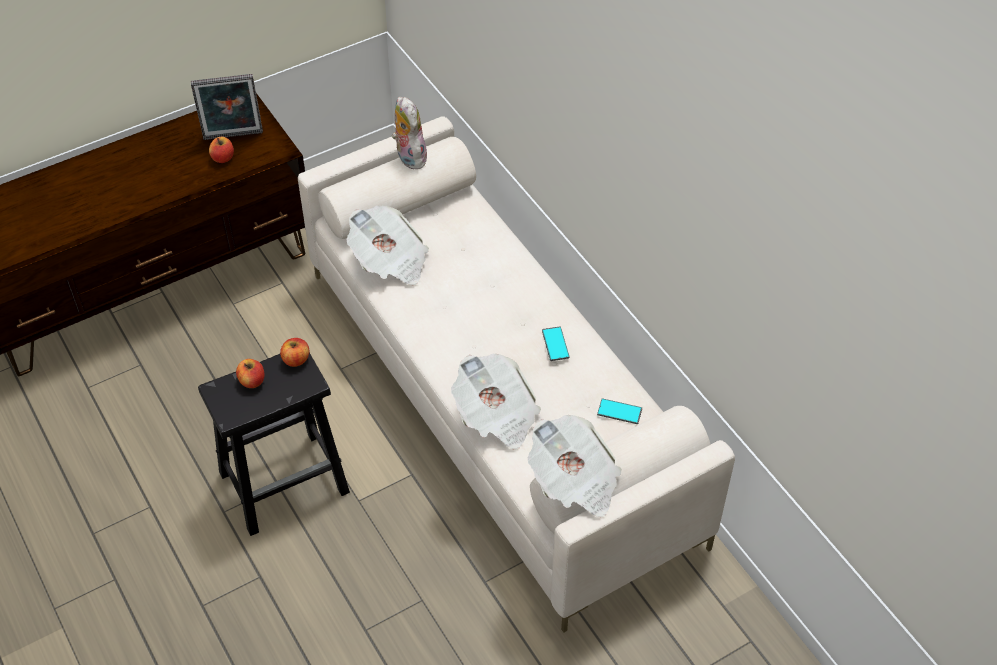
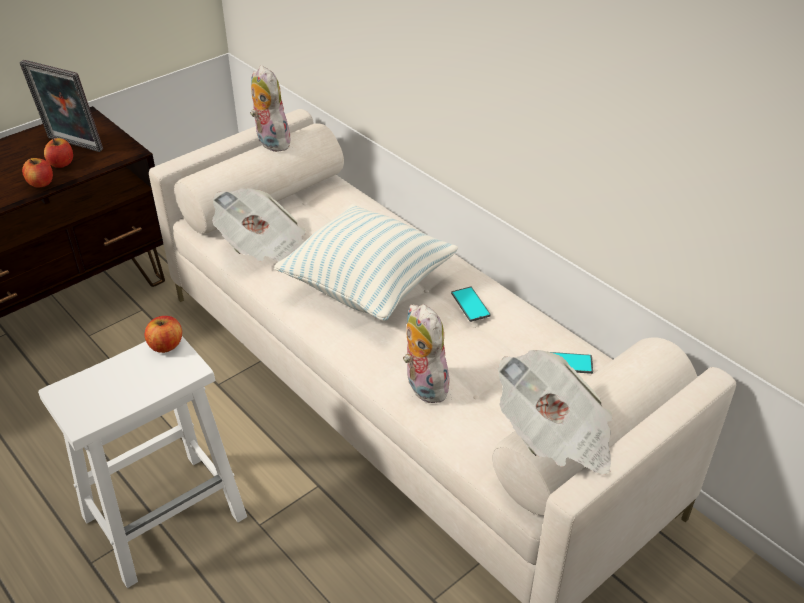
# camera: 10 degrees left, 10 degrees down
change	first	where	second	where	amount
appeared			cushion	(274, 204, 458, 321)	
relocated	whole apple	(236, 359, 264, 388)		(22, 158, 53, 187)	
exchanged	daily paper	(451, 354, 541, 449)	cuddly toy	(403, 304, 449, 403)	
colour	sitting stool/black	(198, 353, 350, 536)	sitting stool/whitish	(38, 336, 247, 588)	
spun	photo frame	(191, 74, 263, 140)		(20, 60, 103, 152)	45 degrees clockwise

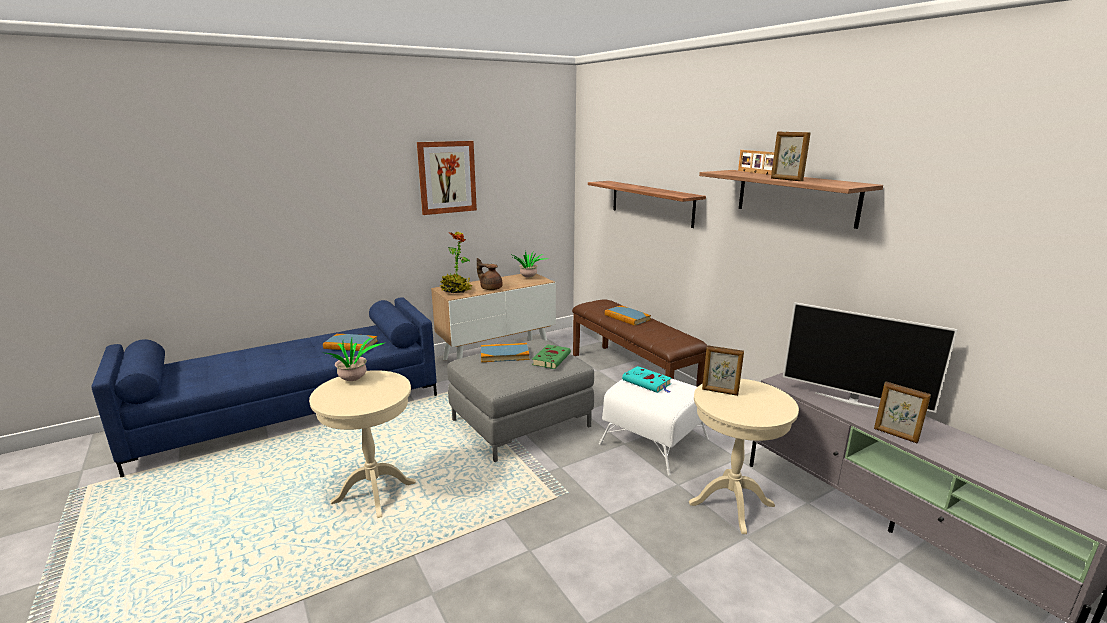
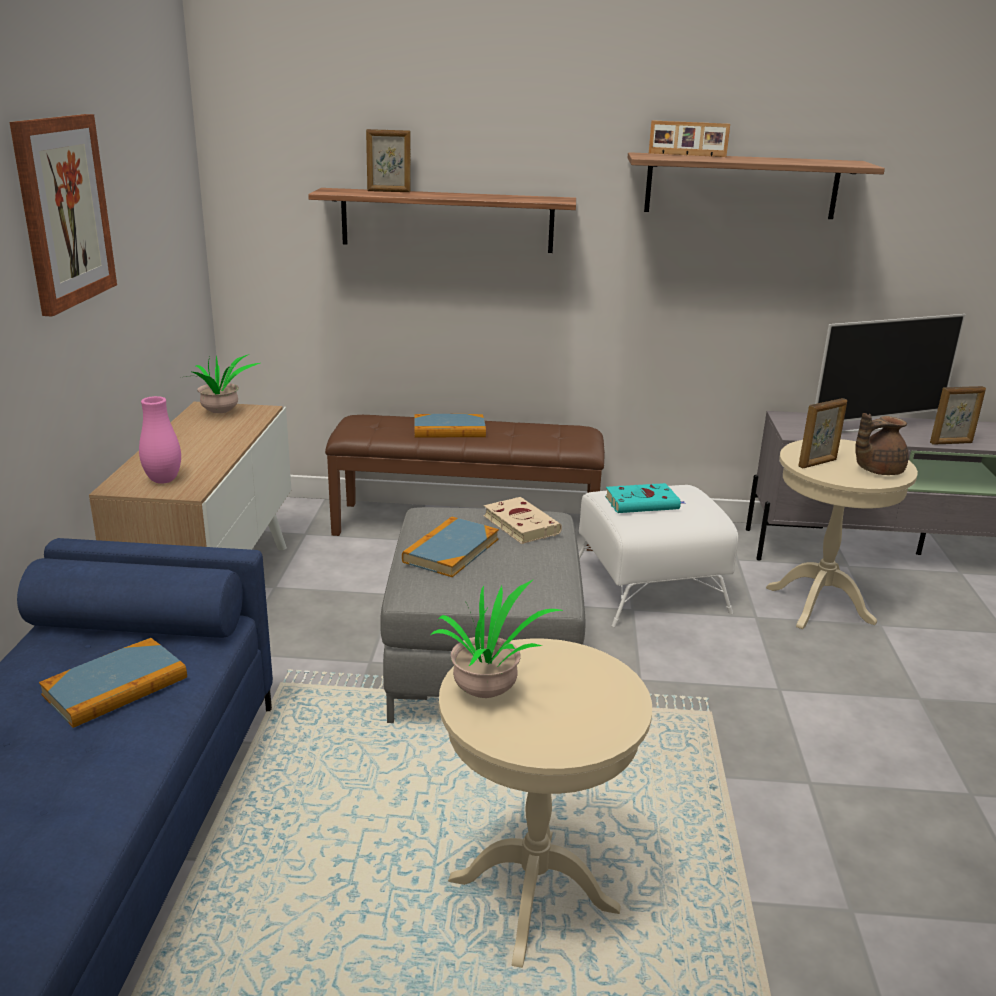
# camera: 55 degrees left, 5 degrees up
change	first	where	second	where	amount
relocated	tea pot/brown-coloured	(477, 258, 503, 290)		(855, 413, 909, 475)	
relocated	photo frame	(771, 132, 811, 181)		(366, 129, 411, 192)	
exchanged	houseplant	(440, 232, 473, 293)	vase/pink-coloured	(139, 396, 181, 484)	
colour	bound book/greenish	(532, 345, 571, 369)	bound book/beige	(483, 497, 562, 544)	

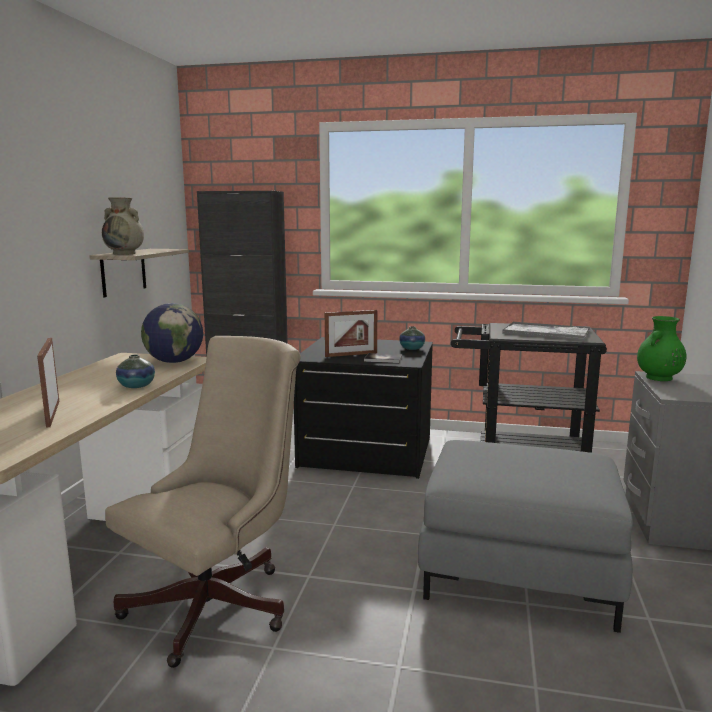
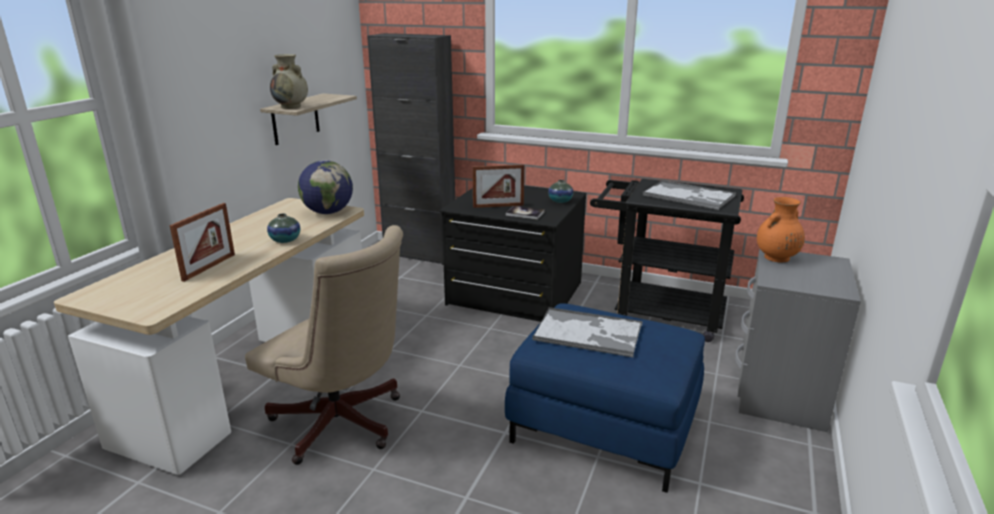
# camera: 10 degrees right, 10 degrees up
change	first	where	second	where	amount
appeared			serving tray	(532, 307, 643, 357)	
colour	ottoman/greyish	(418, 440, 633, 633)	ottoman/bluish	(505, 303, 705, 493)	
colour	vase/greenish	(637, 316, 687, 381)	vase/orange	(757, 197, 805, 263)	
spun	photo frame	(37, 338, 59, 428)		(170, 203, 235, 282)	150 degrees counterclockwise
spun	office chair/beige	(105, 336, 301, 668)		(245, 225, 403, 465)	75 degrees clockwise

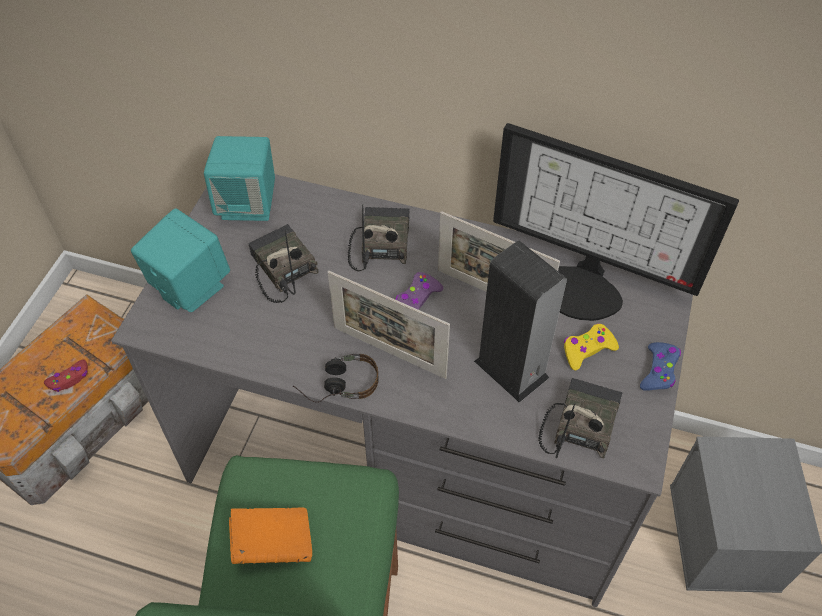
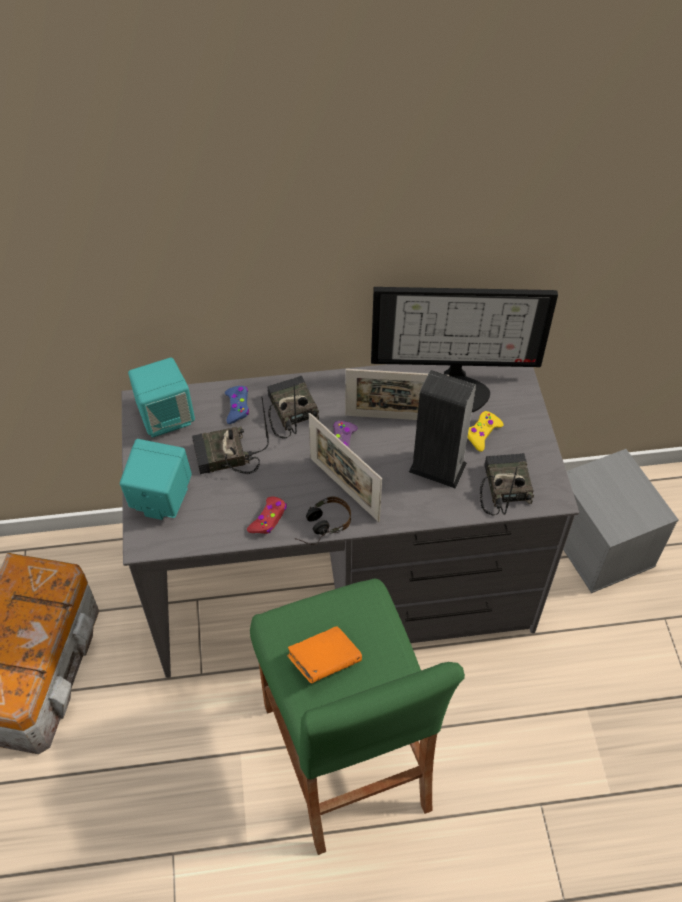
# camera: 25 degrees left, 0 degrees up
change	first	where	second	where	amount
relocated	joypad/red	(44, 360, 88, 392)		(247, 496, 287, 534)	
relocated	joypad/bluish	(640, 342, 681, 391)		(225, 386, 249, 424)	
spun	radio set	(248, 224, 319, 303)		(192, 396, 269, 474)	45 degrees counterclockwise
spun	photo frame	(328, 271, 450, 379)		(309, 413, 382, 522)	45 degrees clockwise

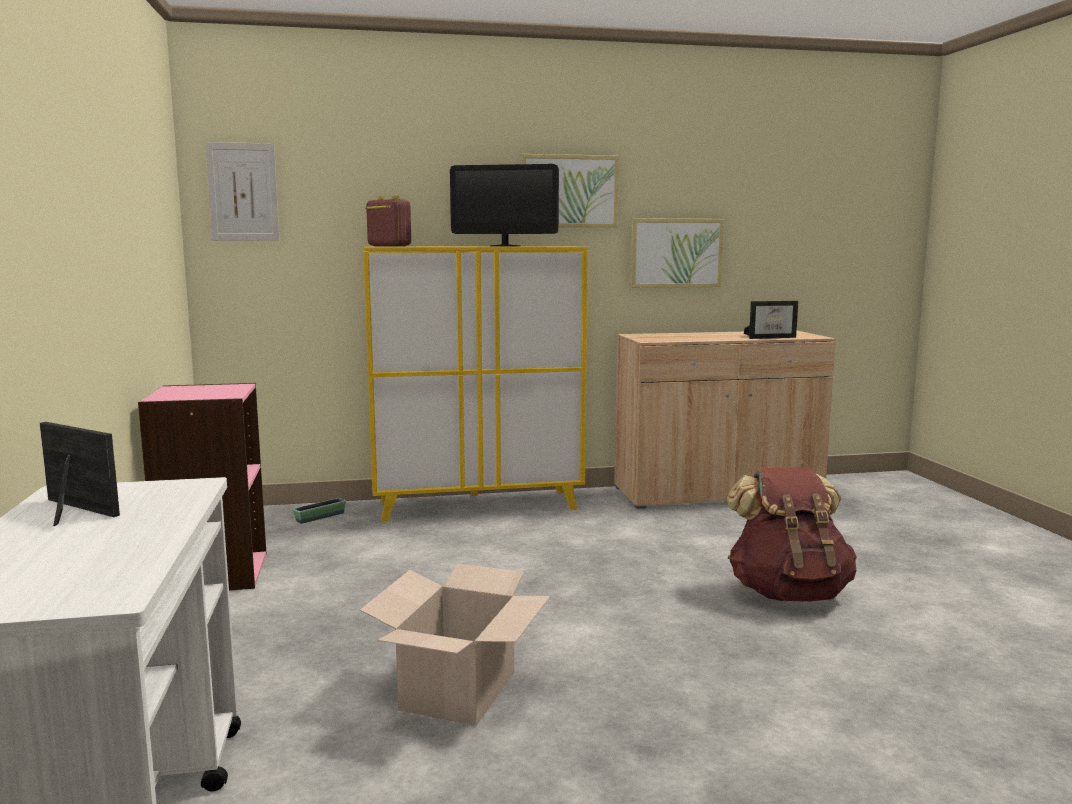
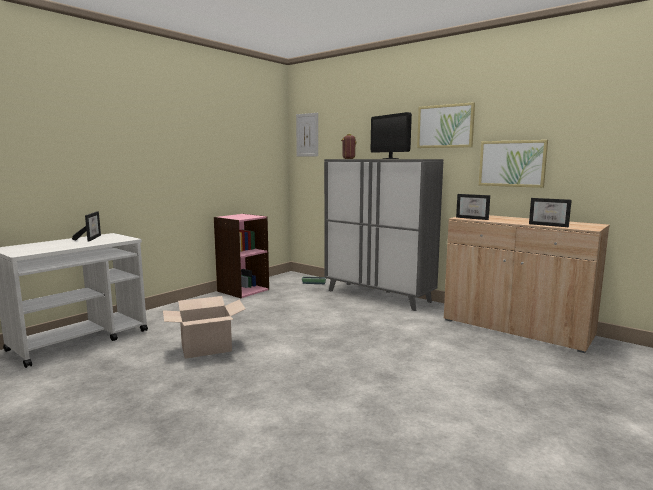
# camera: 50 degrees right, 0 degrees up
change	first	where	second	where	amount
missing	backpack/brown-coloured	(727, 467, 857, 602)			
appeared			photo frame	(456, 194, 490, 220)	
colour	cabinet/yellow	(363, 246, 588, 521)	cabinet/greyish	(324, 159, 443, 311)	

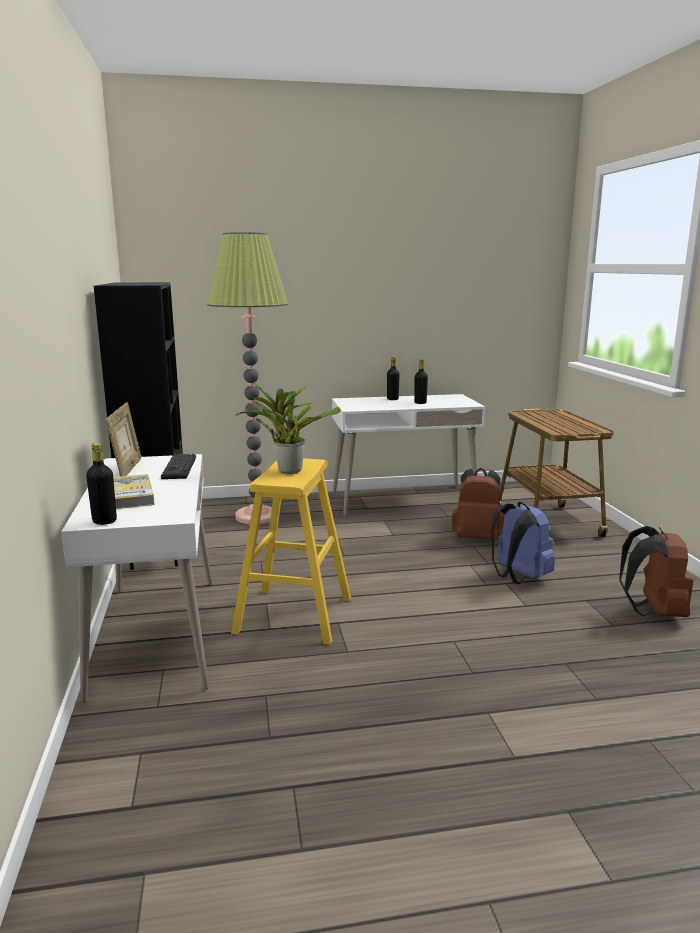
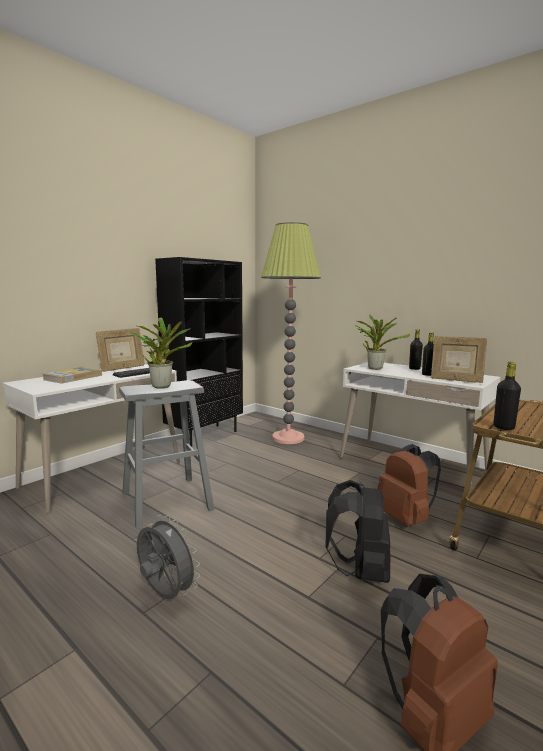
# camera: 50 degrees right, 5 degrees down
change	first	where	second	where	amount
appeared			electric fan/greyish	(137, 515, 200, 599)	
appeared			houseplant	(355, 315, 410, 370)	
appeared			photo frame	(431, 336, 487, 383)	
relocated	beverage bottle/black	(86, 443, 117, 525)		(493, 362, 521, 430)	
colour	sitting stool/yellow	(231, 458, 351, 645)	sitting stool/greyish	(119, 380, 214, 529)	
colour	backpack/bluish	(491, 502, 555, 584)	backpack/black	(325, 480, 391, 583)	

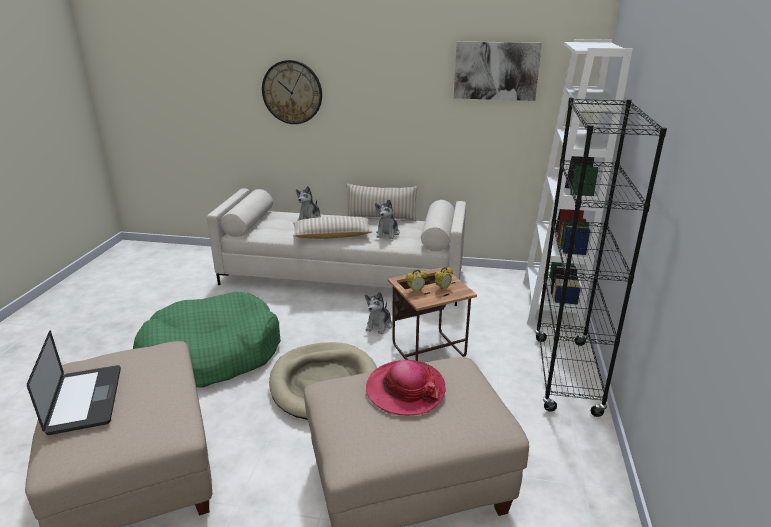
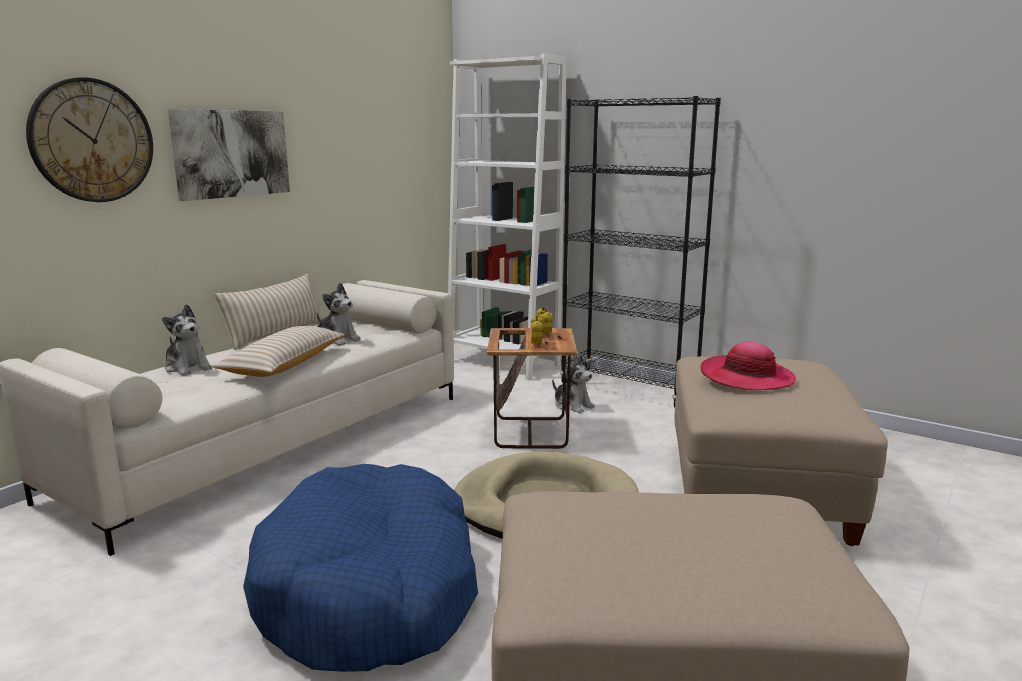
# camera: 65 degrees left, 10 degrees down
change	first	where	second	where	amount
missing	laptop	(27, 331, 121, 435)			
relocated	cuddly toy	(365, 292, 392, 334)		(552, 355, 595, 413)	
relocated	wall picture	(454, 41, 542, 101)		(168, 109, 290, 201)	
colour	dog bed/greenish	(133, 292, 281, 388)	dog bed/bluish	(243, 464, 478, 672)	

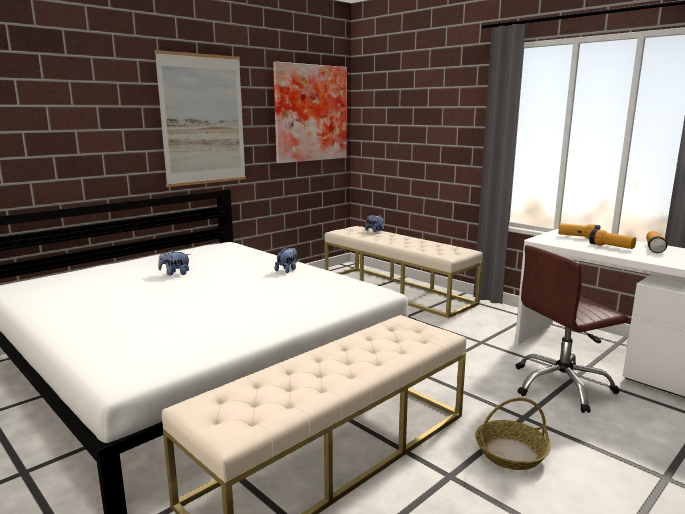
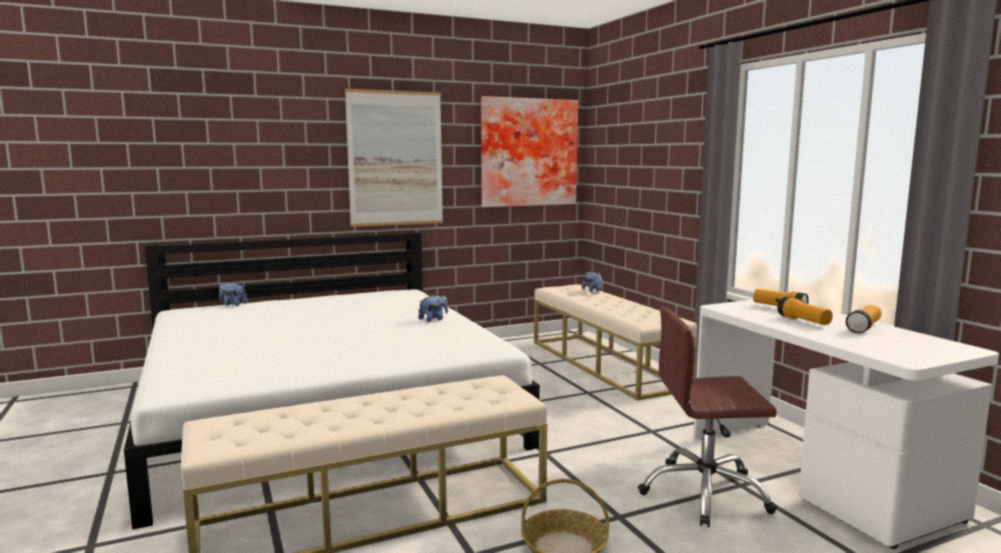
# camera: 20 degrees right, 5 degrees down
change	first	where	second	where	amount
relocated	cuddly toy	(158, 250, 190, 275)		(219, 281, 248, 306)	

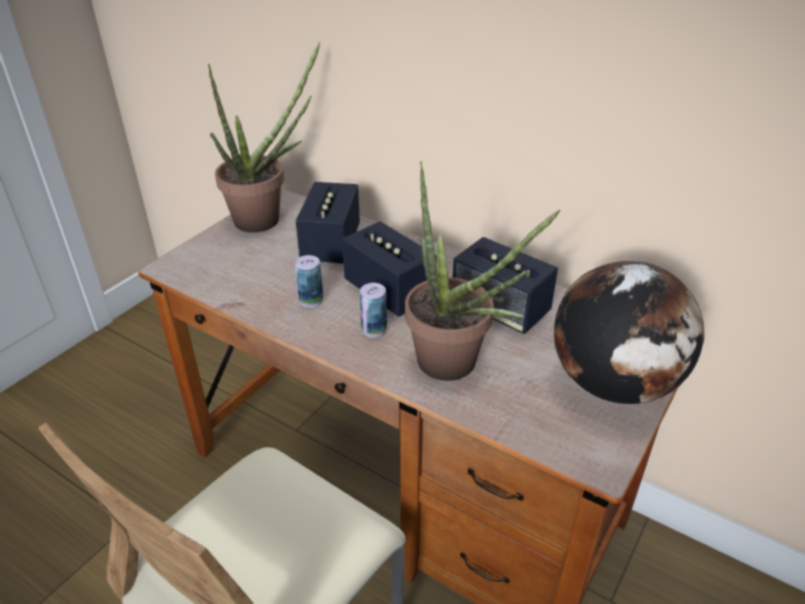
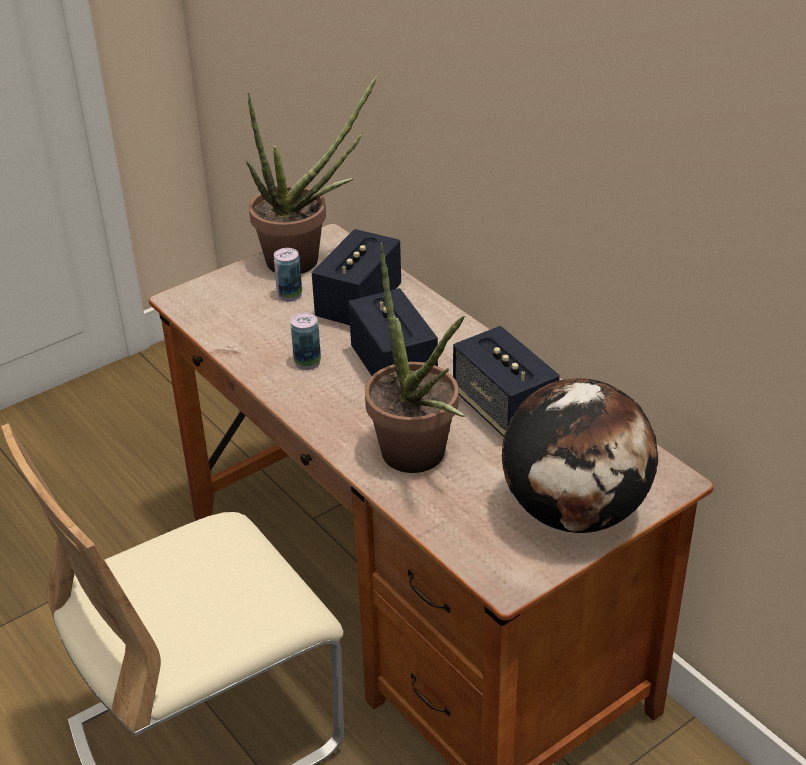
# camera: 20 degrees right, 0 degrees up
change	first	where	second	where	amount
relocated	metal can	(360, 283, 387, 338)		(274, 248, 302, 302)	

